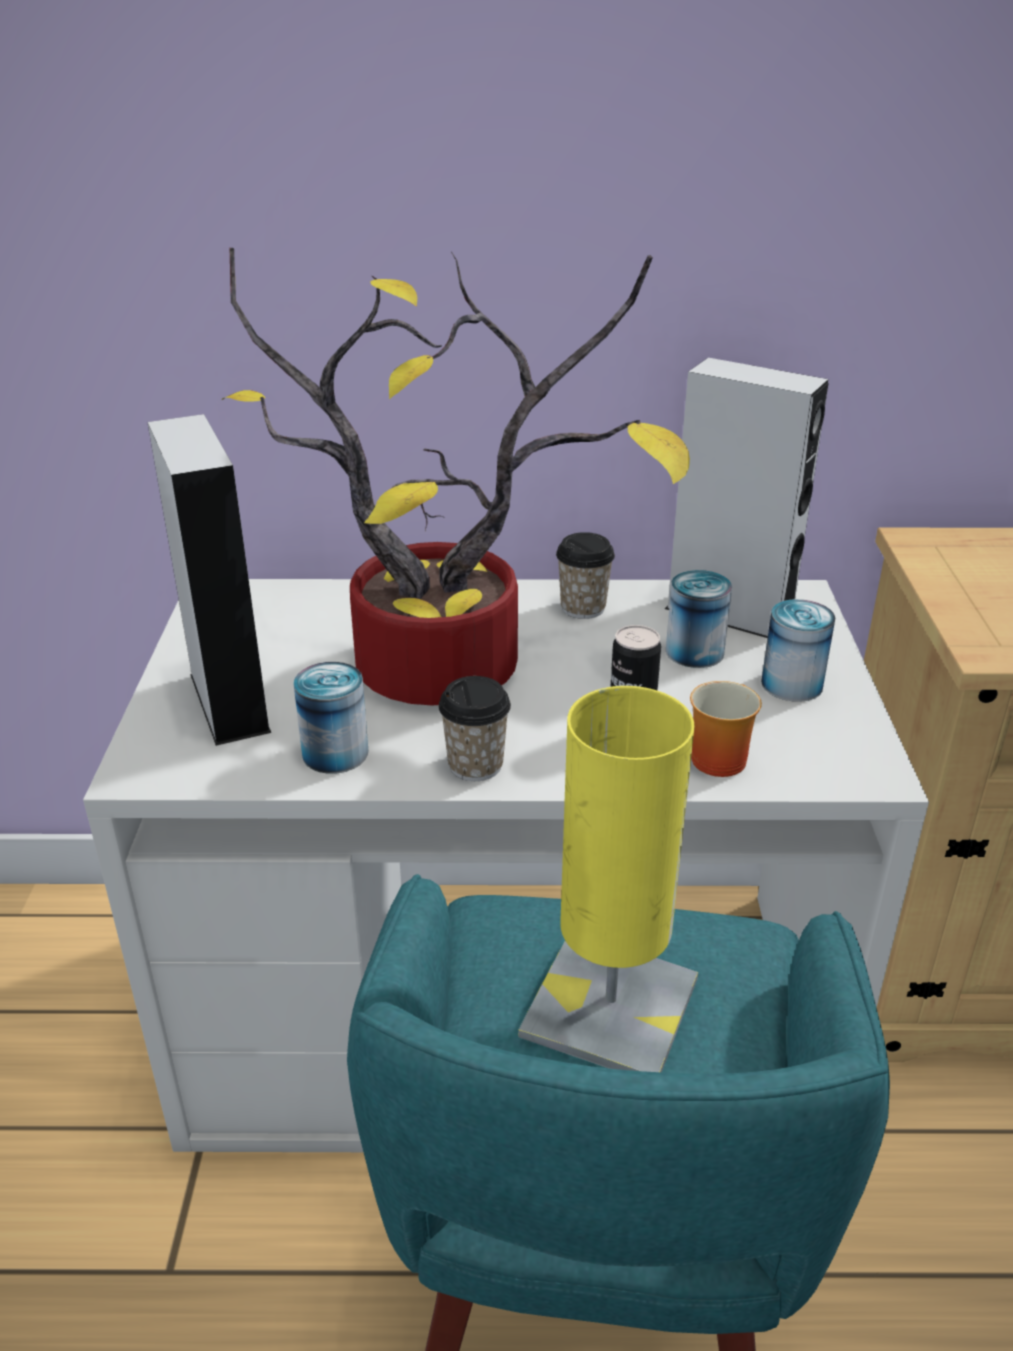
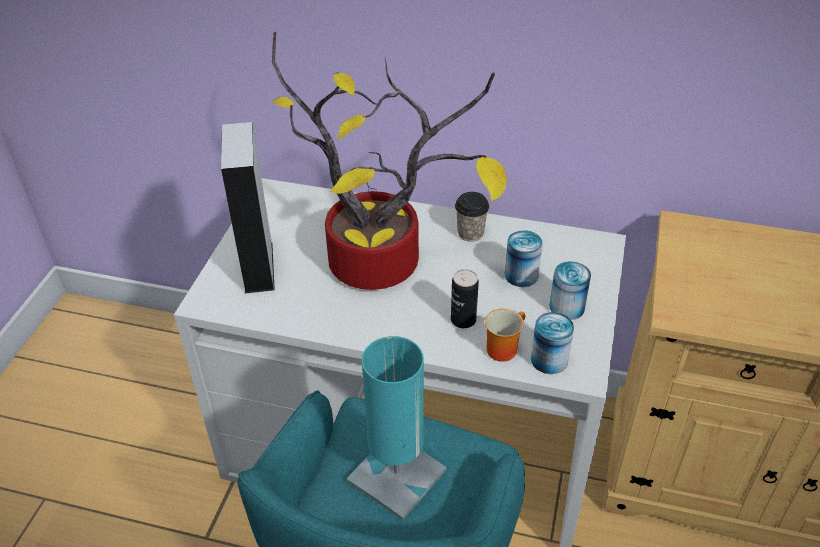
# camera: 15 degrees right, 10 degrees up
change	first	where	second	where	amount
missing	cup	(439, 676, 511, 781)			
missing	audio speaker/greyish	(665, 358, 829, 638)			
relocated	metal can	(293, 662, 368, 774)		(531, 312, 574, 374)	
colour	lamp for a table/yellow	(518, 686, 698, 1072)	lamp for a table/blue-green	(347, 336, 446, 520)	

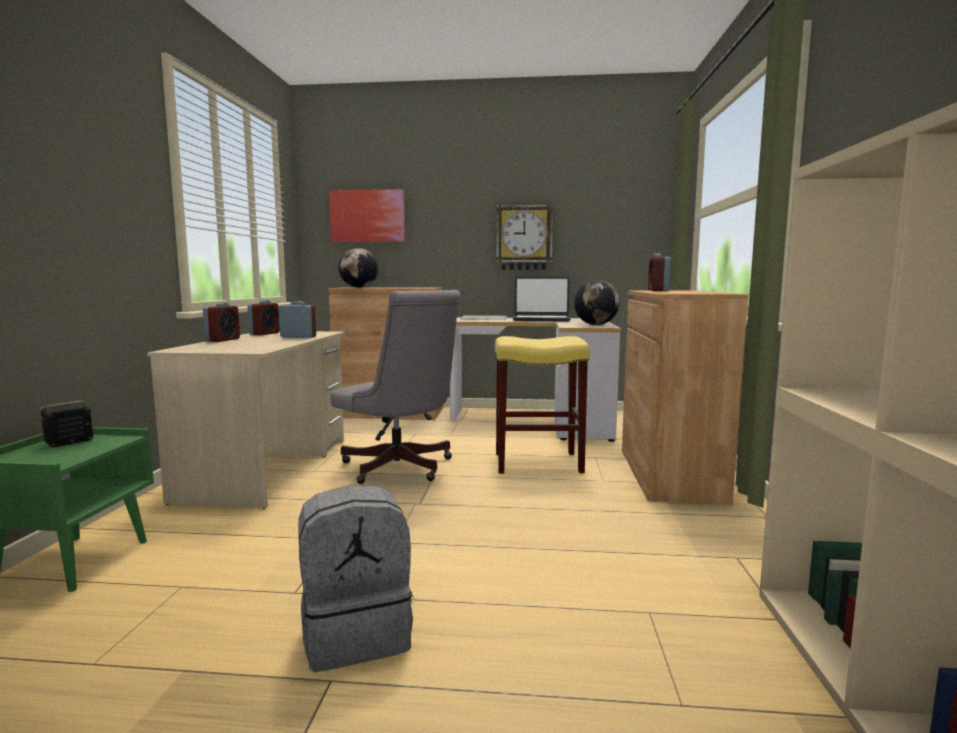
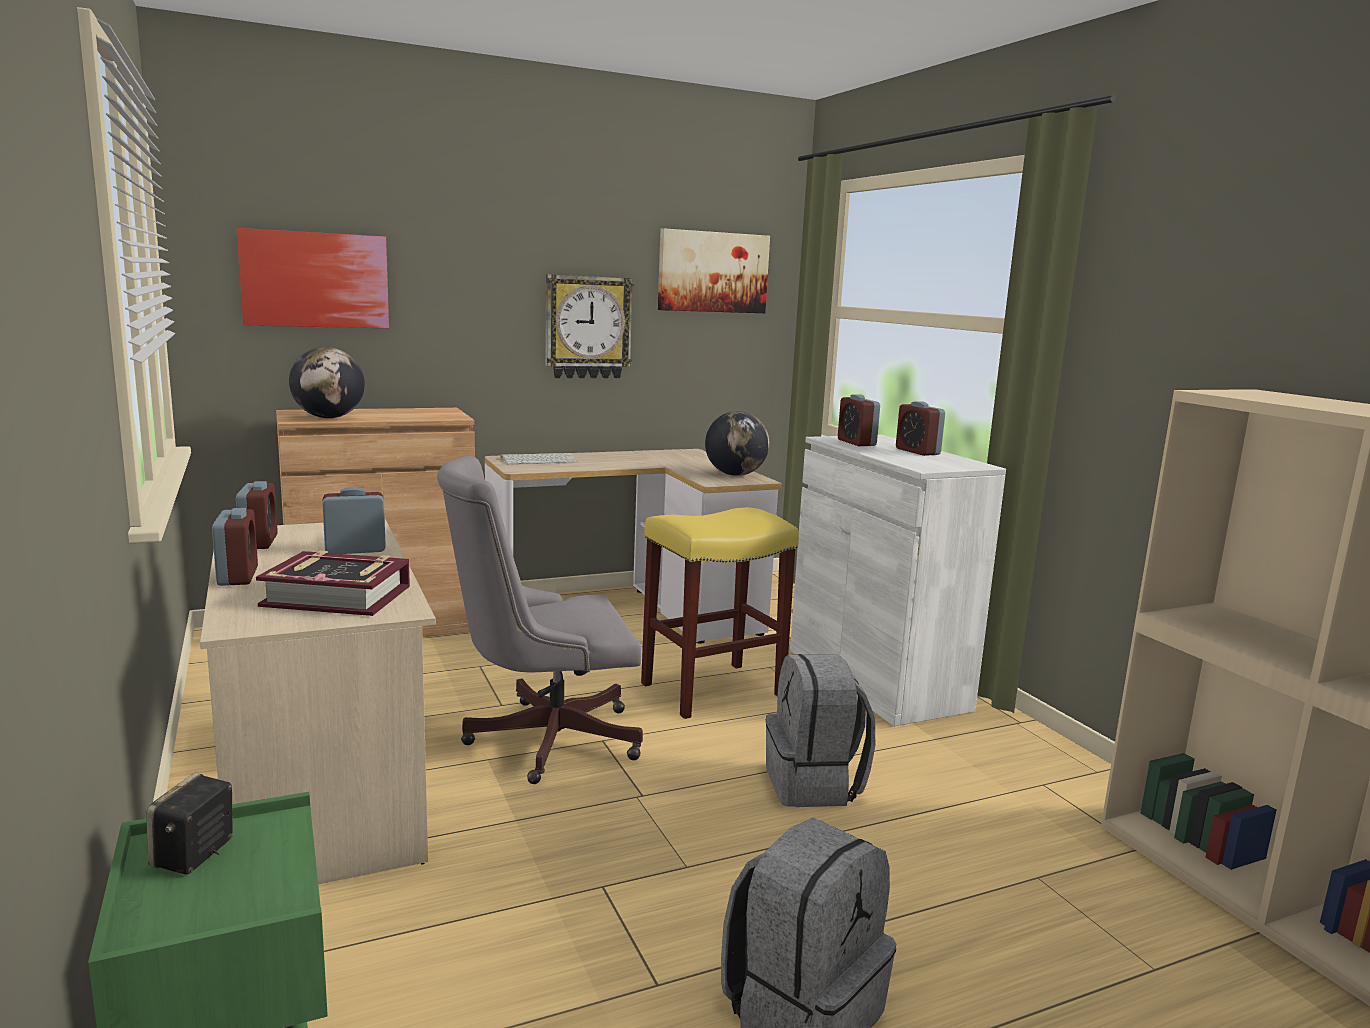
# camera: 30 degrees left, 5 degrees up
change	first	where	second	where	amount
missing	laptop	(513, 276, 570, 321)			
appeared			bound book	(256, 551, 410, 616)	
appeared			wall picture	(658, 228, 770, 313)	
appeared			backpack/greyish	(766, 654, 875, 807)	
appeared			bedside clock	(896, 401, 945, 456)	
colour	cabinet/brown-coloured	(622, 290, 748, 504)	cabinet/whitish	(790, 435, 1006, 726)	
spun	office chair/greyish	(330, 290, 461, 484)		(437, 456, 643, 784)	150 degrees clockwise

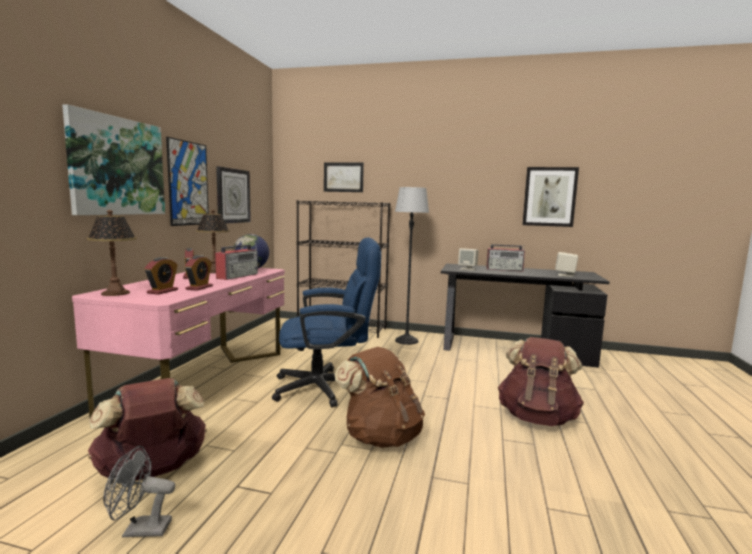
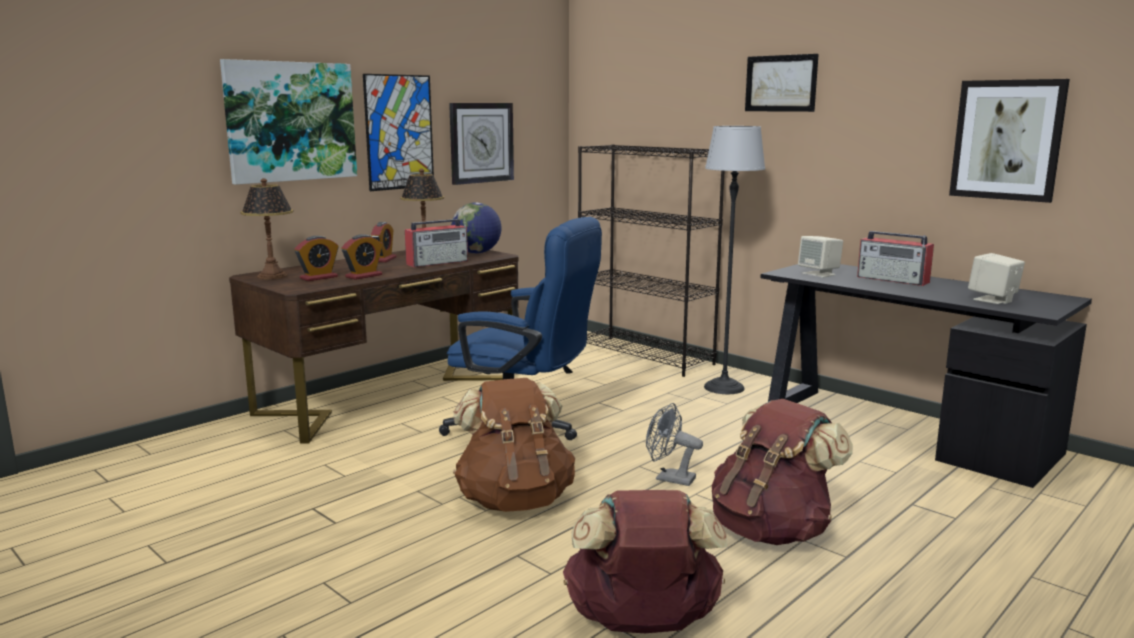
# camera: 30 degrees right, 5 degrees up
change	first	where	second	where	amount
relocated	backpack/brown-coloured	(88, 378, 207, 481)		(563, 490, 727, 633)	
relocated	electric fan/greyish	(103, 445, 175, 537)		(646, 403, 703, 486)	
relocated	wall picture	(324, 162, 364, 192)		(745, 54, 819, 112)	
colour	desk table/pink-coloured	(72, 268, 285, 418)	desk table/brown-coloured	(229, 250, 519, 444)	

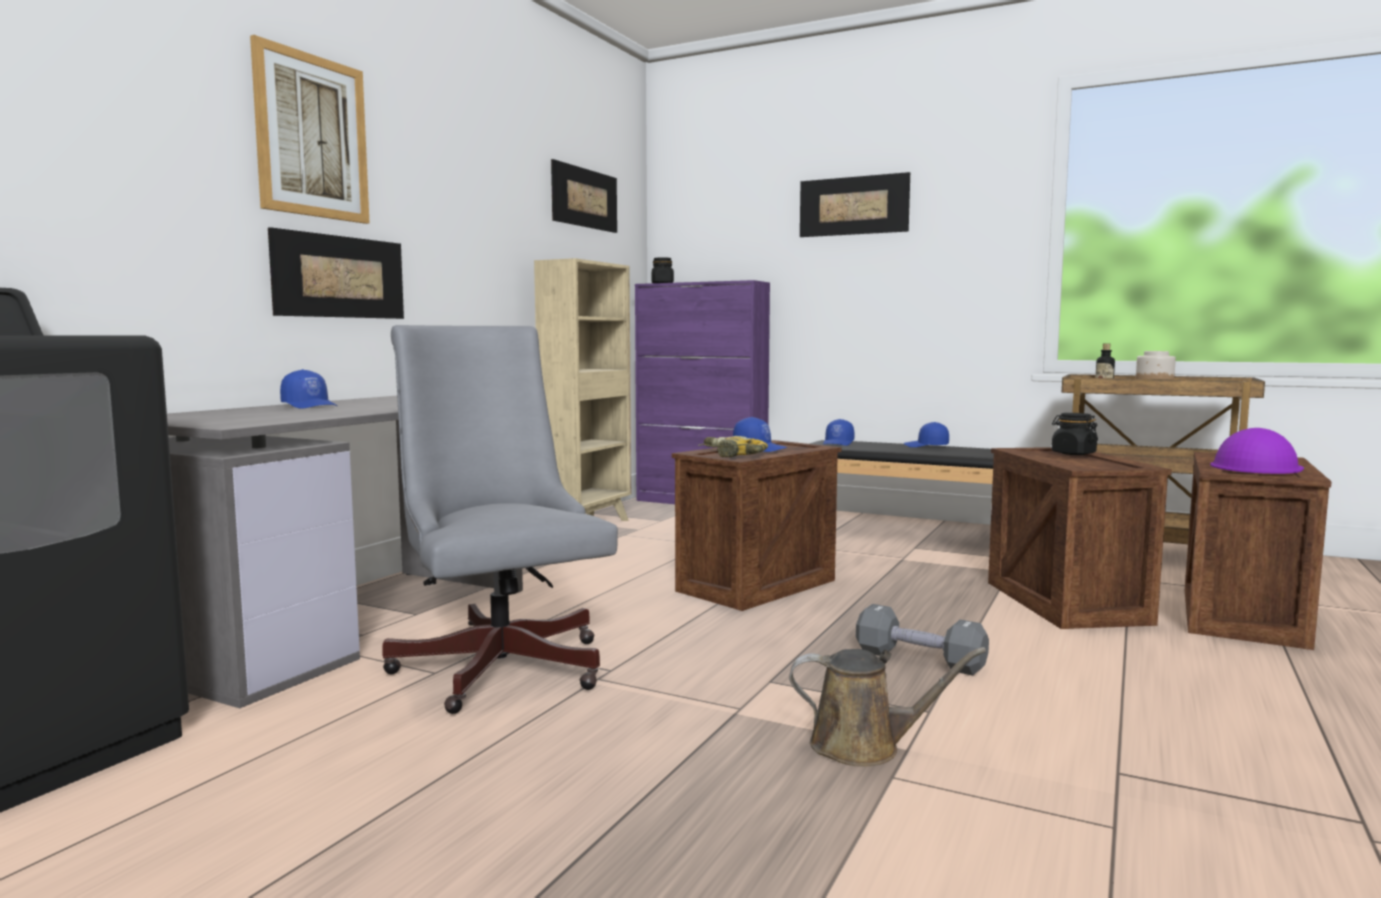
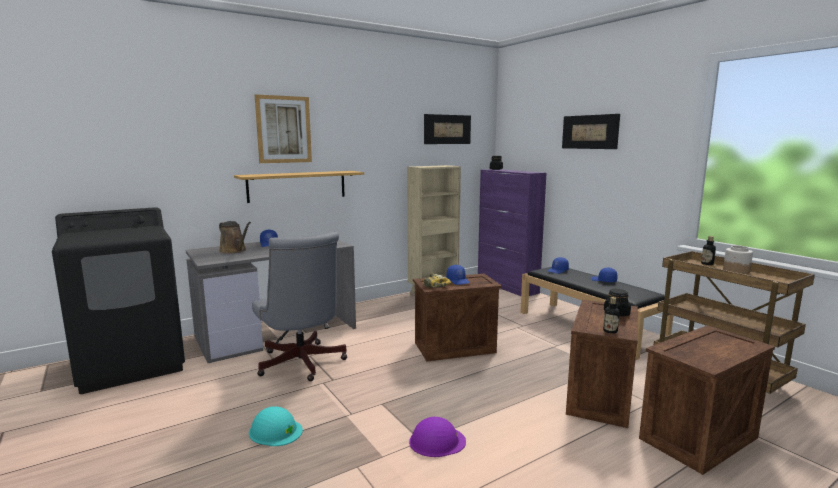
# camera: 30 degrees right, 5 degrees up
change	first	where	second	where	amount
missing	dumbbell/greyish	(856, 604, 989, 676)			
appeared			work helmet/blue-green	(249, 406, 303, 446)	
appeared			beverage bottle	(603, 297, 620, 334)	
relocated	sprinkling can/brown-coloured	(789, 647, 986, 767)		(219, 221, 251, 254)	
relocated	work helmet/purple	(1210, 428, 1304, 474)		(409, 417, 466, 457)	
exchanged	wall picture	(268, 227, 404, 319)	bracket shelf	(234, 171, 364, 203)	
spun	office chair/greyish	(382, 325, 618, 714)		(252, 231, 347, 381)	150 degrees clockwise

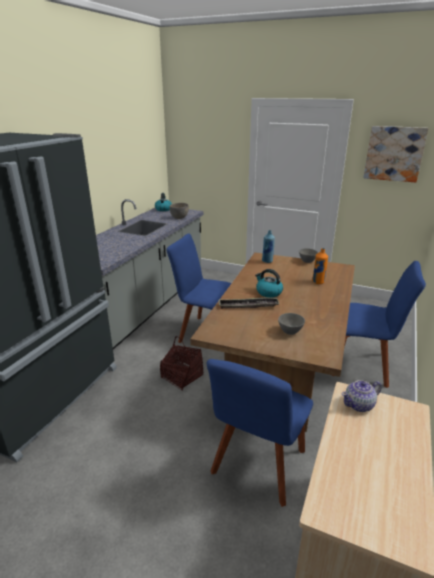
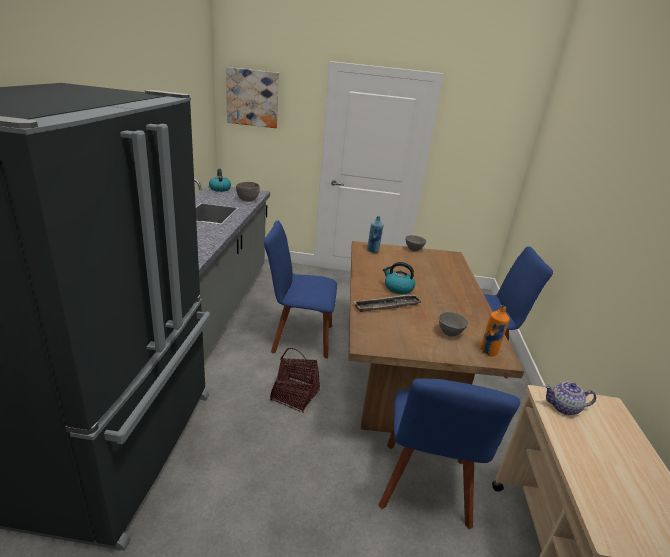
# camera: 20 degrees left, 0 degrees up
change	first	where	second	where	amount
relocated	beverage bottle/orange	(312, 248, 328, 284)		(480, 305, 510, 356)	
relocated	wall picture	(364, 126, 429, 182)		(226, 67, 279, 128)	
spun	tea pot	(342, 380, 382, 412)		(545, 382, 596, 415)	45 degrees clockwise

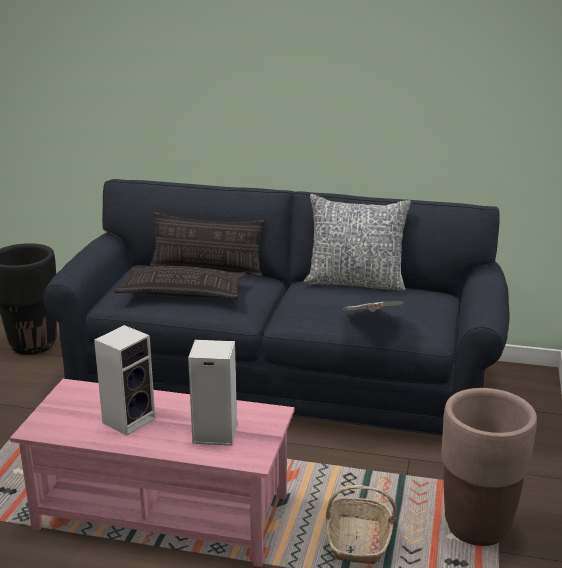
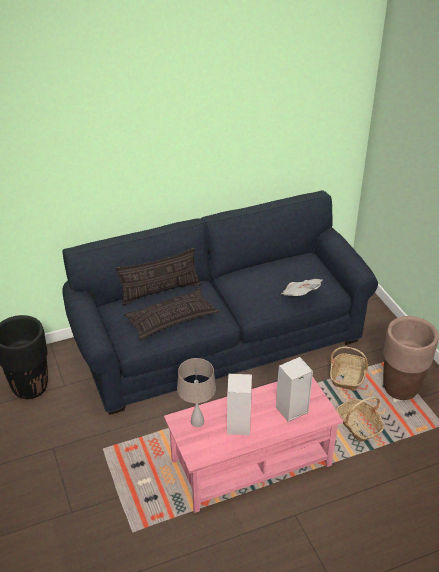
# camera: 35 degrees left, 15 degrees up
change	first	where	second	where	amount
missing	cushion	(303, 194, 411, 291)			
appeared			lamp for a table/beige	(177, 358, 216, 427)	
appeared			storage basket	(330, 346, 368, 391)	

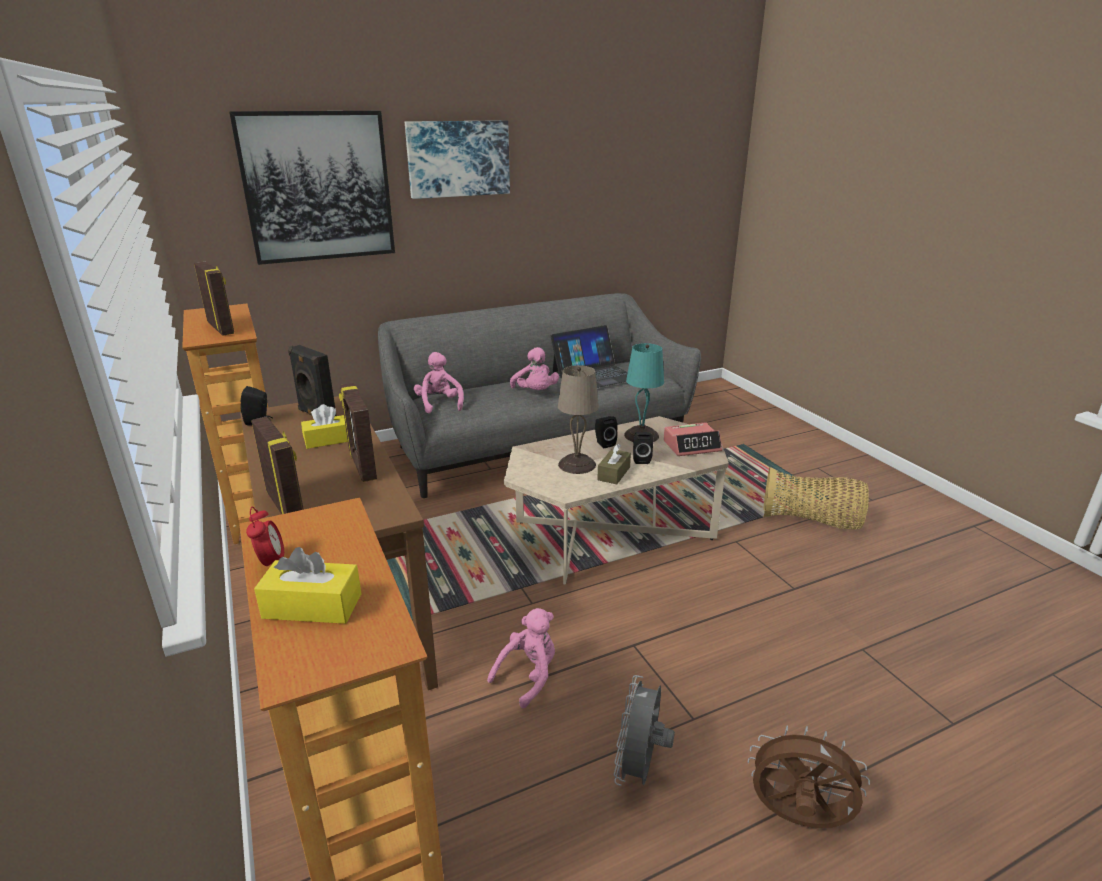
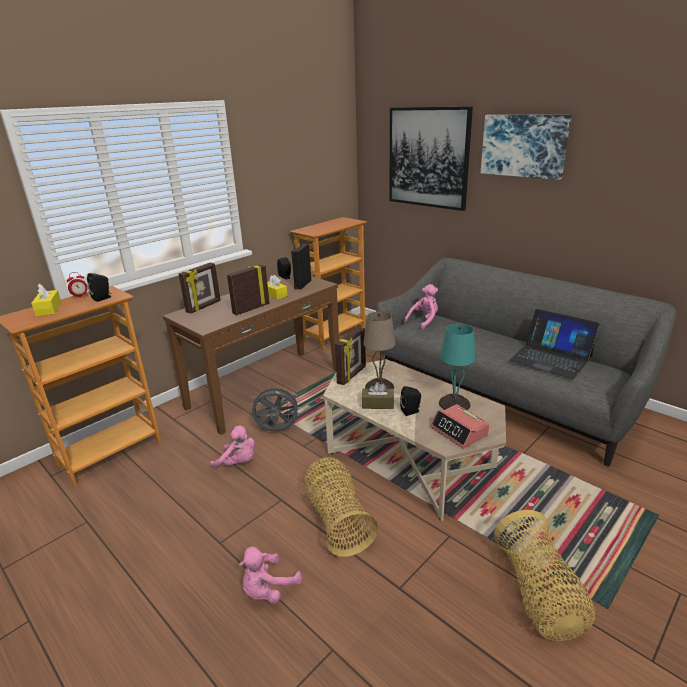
# camera: 70 degrees right, 0 degrees up
change	first	where	second	where	amount
missing	electric fan/brown-coloured	(748, 726, 870, 828)			
appeared			storage basket	(304, 457, 378, 557)	
relocated	photo frame	(194, 262, 234, 336)		(335, 327, 366, 385)	
relocated	cuddly toy/pink-coloured	(510, 347, 559, 390)		(239, 546, 302, 604)	
relocated	audio speaker/black	(595, 416, 617, 448)		(87, 273, 111, 302)	
relocated	electric fan/greyish	(614, 675, 675, 786)		(250, 385, 301, 431)	

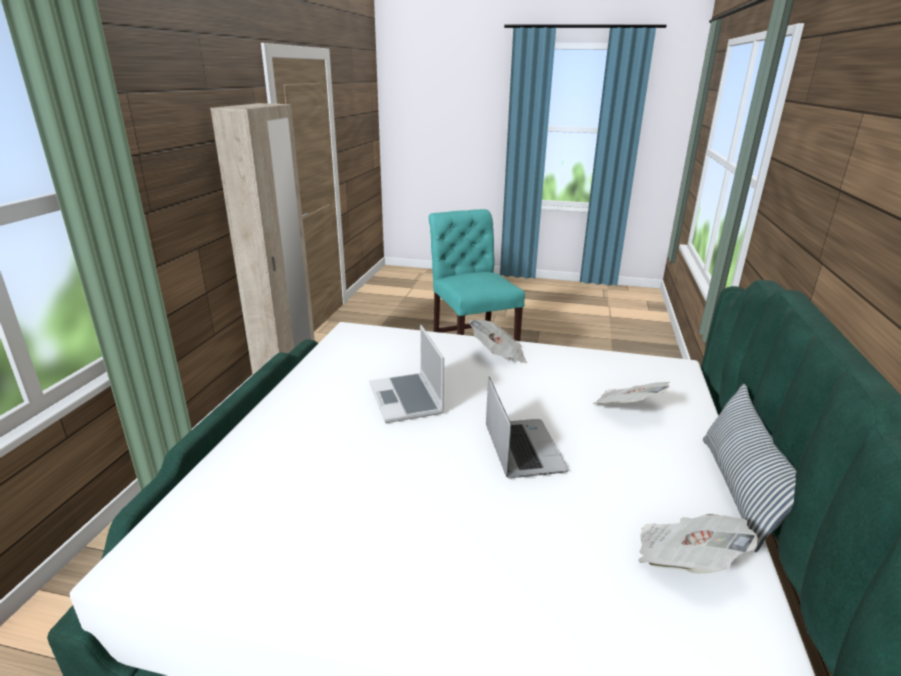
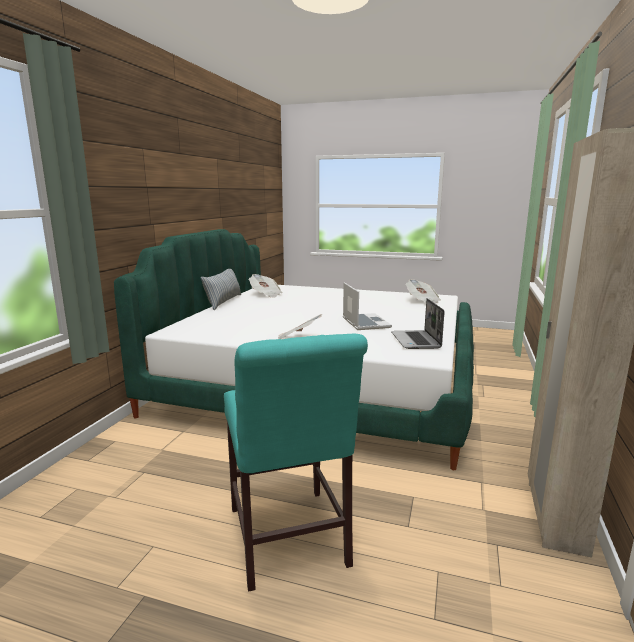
# camera: 175 degrees left, 10 degrees down
change	first	where	second	where	amount
relocated	laptop	(486, 377, 569, 479)		(391, 298, 444, 349)	
relocated	daily paper	(593, 382, 670, 404)		(406, 279, 441, 304)	

